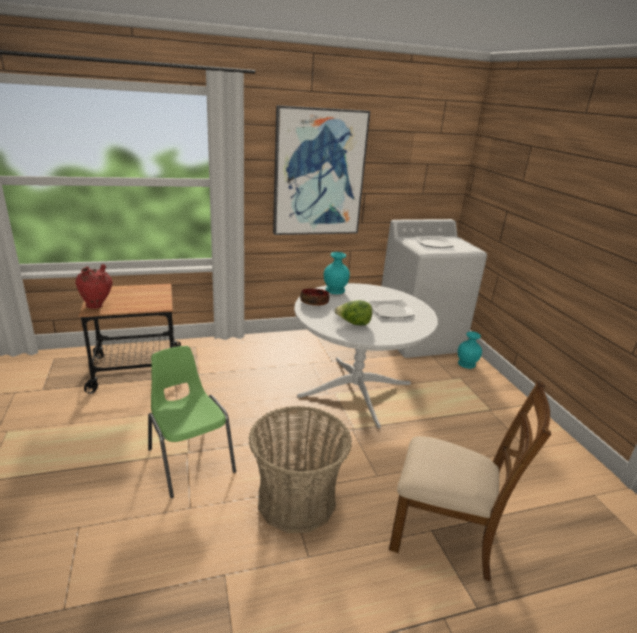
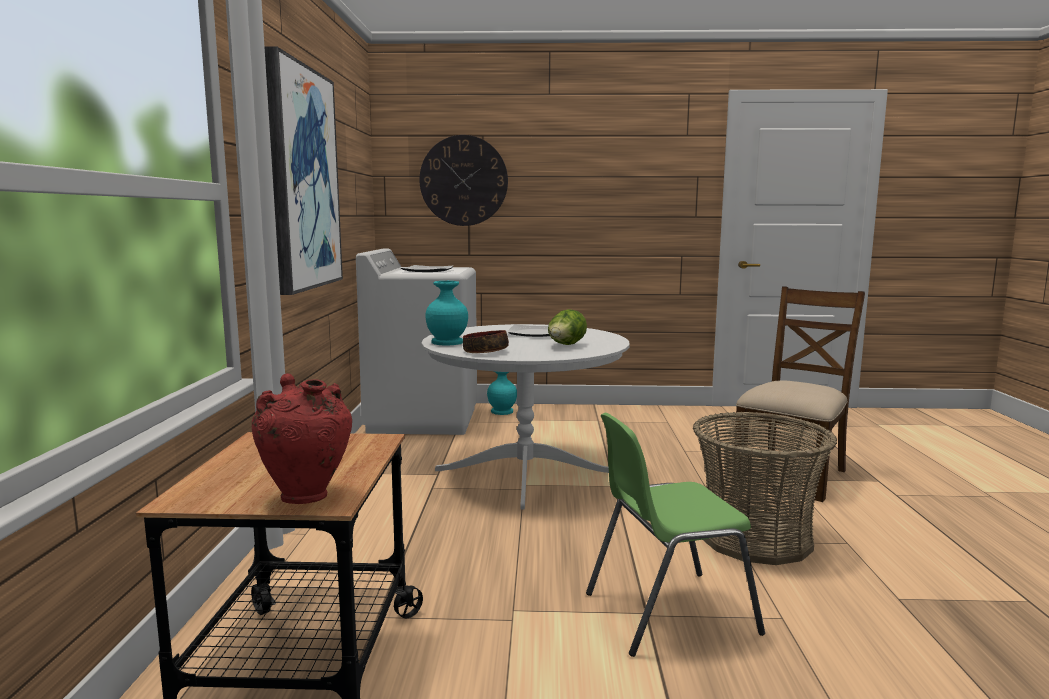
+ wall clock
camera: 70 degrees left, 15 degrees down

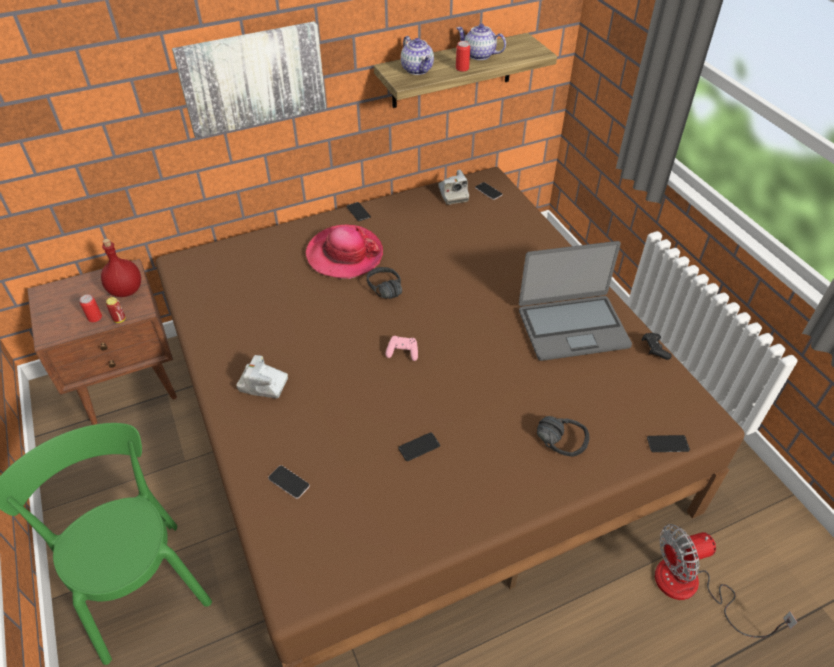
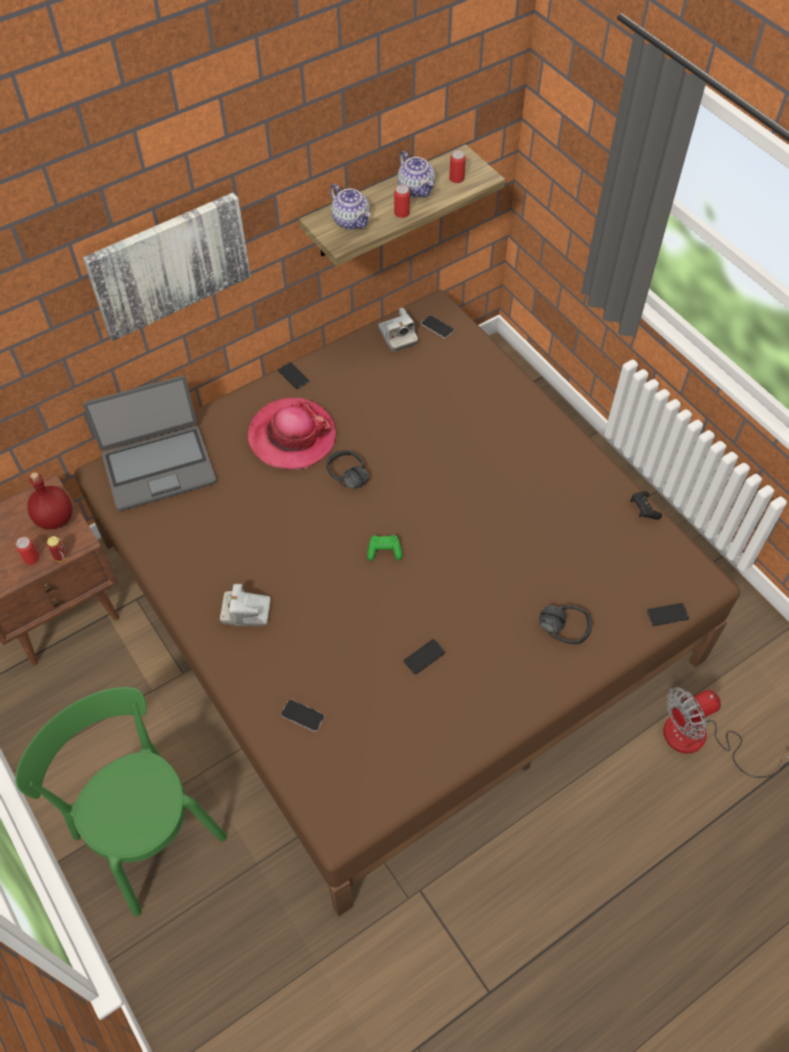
~ game controller (pink) to game controller (green)
~ teapot (no. 2 from left) 135 degrees counterclockwise
~ laptop
+ can (no. 4 from left)
camera: 10 degrees left, 10 degrees up

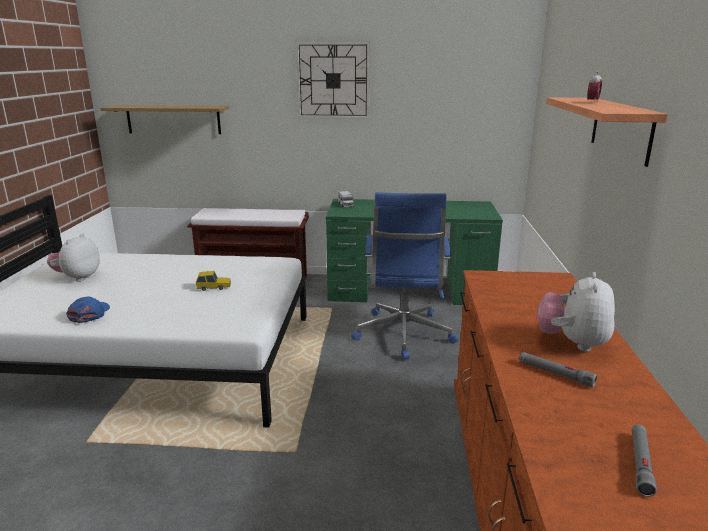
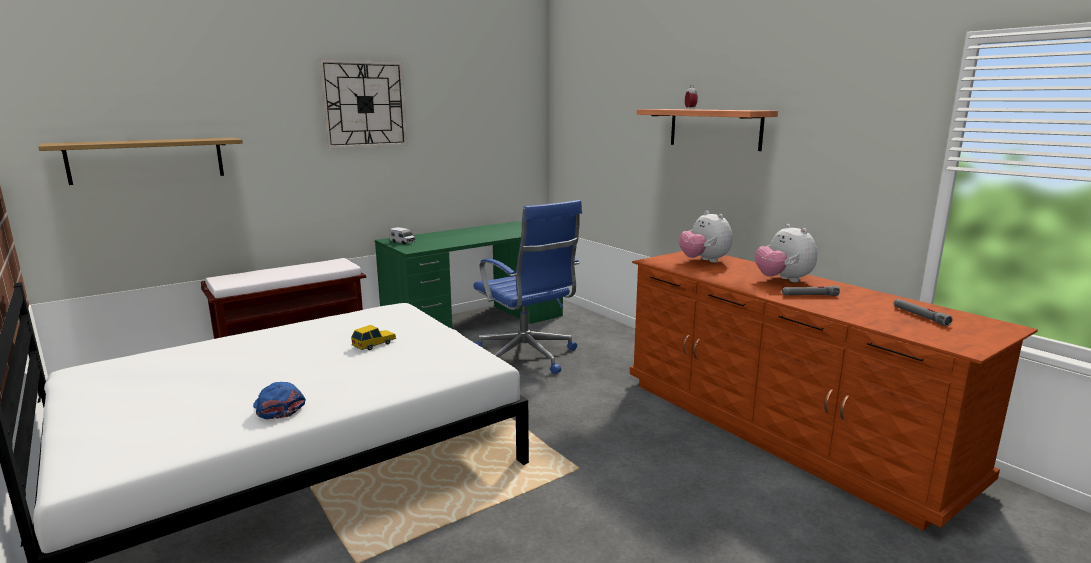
~ plush toy (no. 1 from left)
camera: 40 degrees left, 5 degrees down

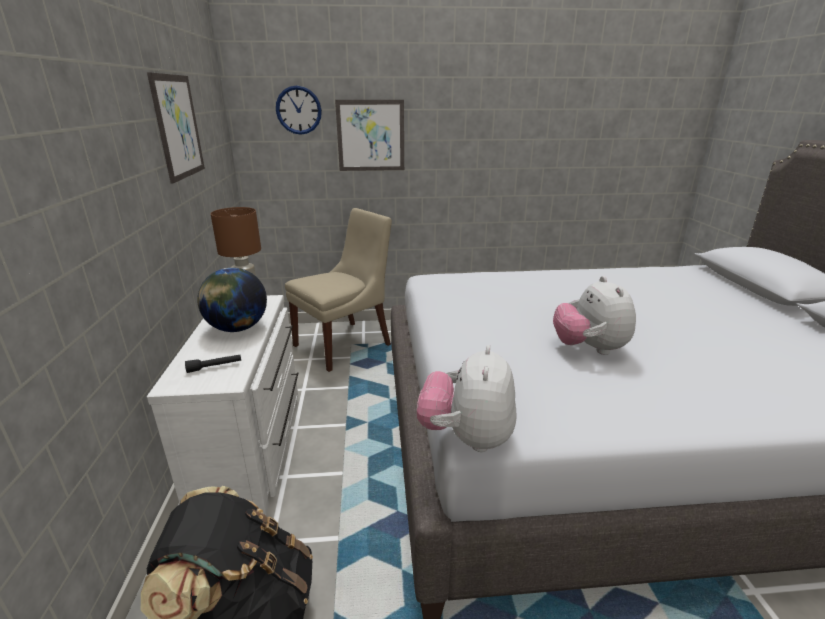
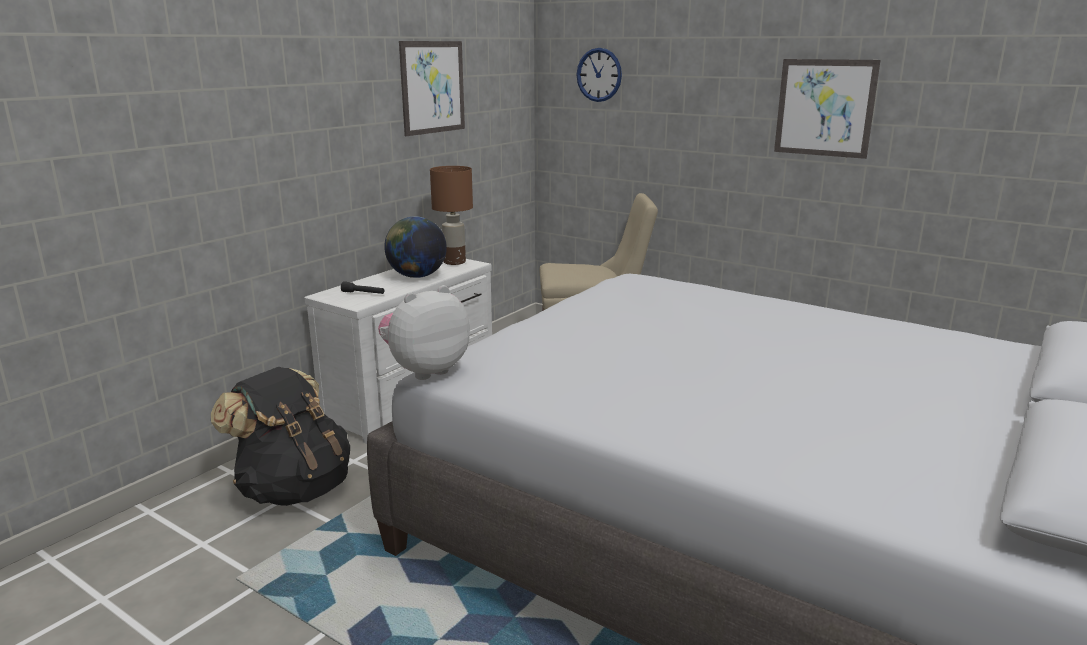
~ picture (no. 2 from left)
- plush toy (no. 2 from left)
camera: 40 degrees right, 5 degrees down

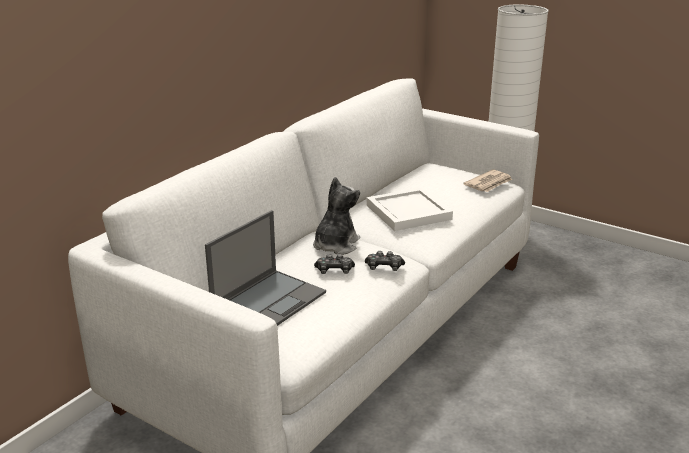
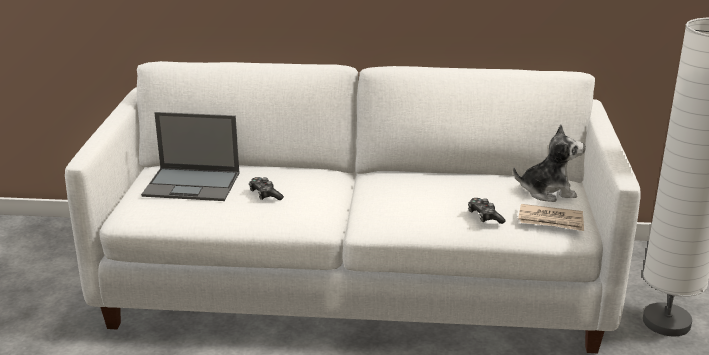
~ plush toy
~ game controller (no. 2 from left)
- tray (white)
camera: 60 degrees right, 0 degrees up

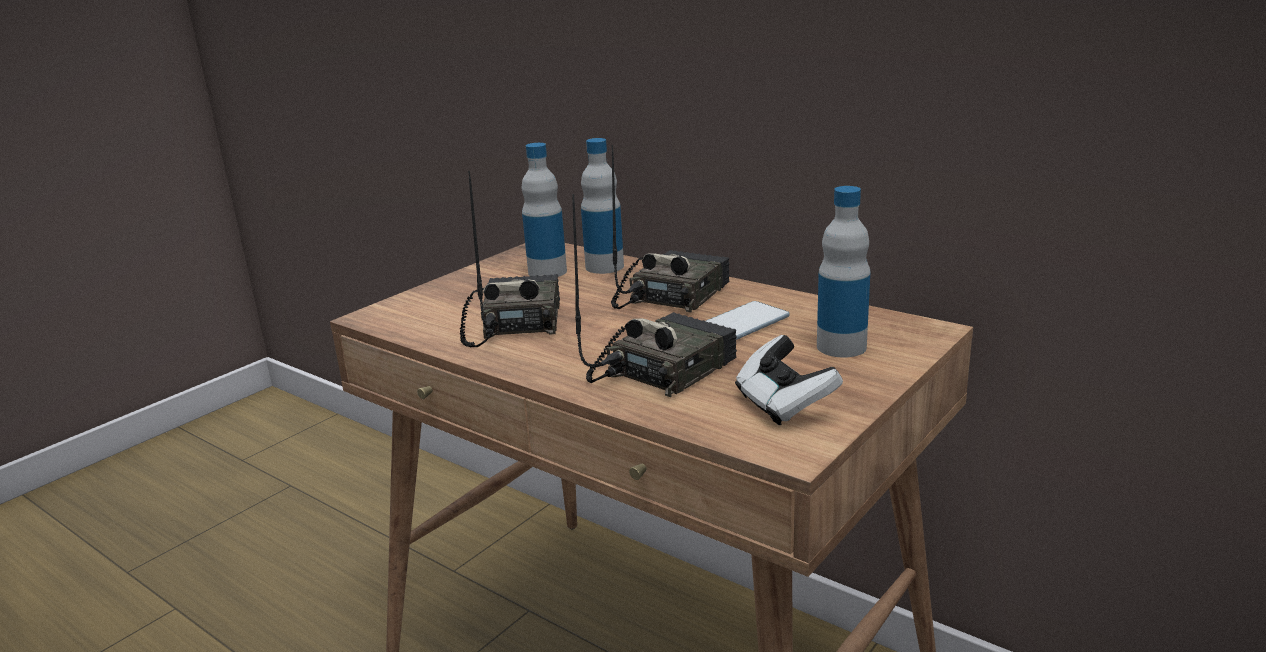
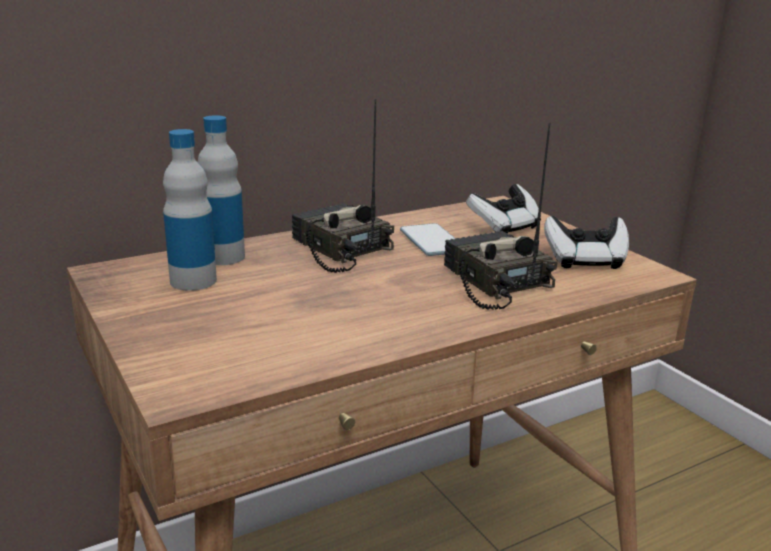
- radio (no. 1 from left)
~ bottle (no. 3 from left) to game controller (no. 1 from left)
camera: 70 degrees left, 0 degrees up

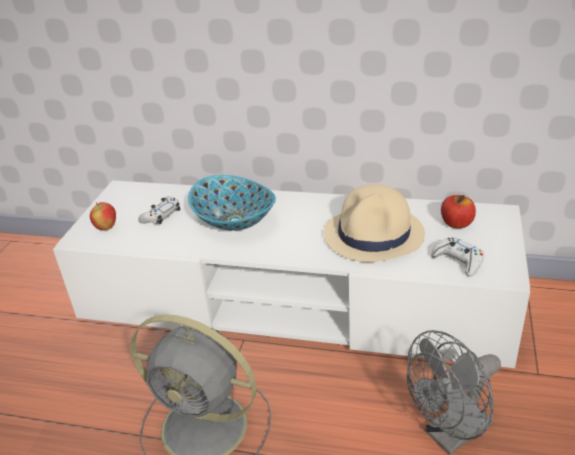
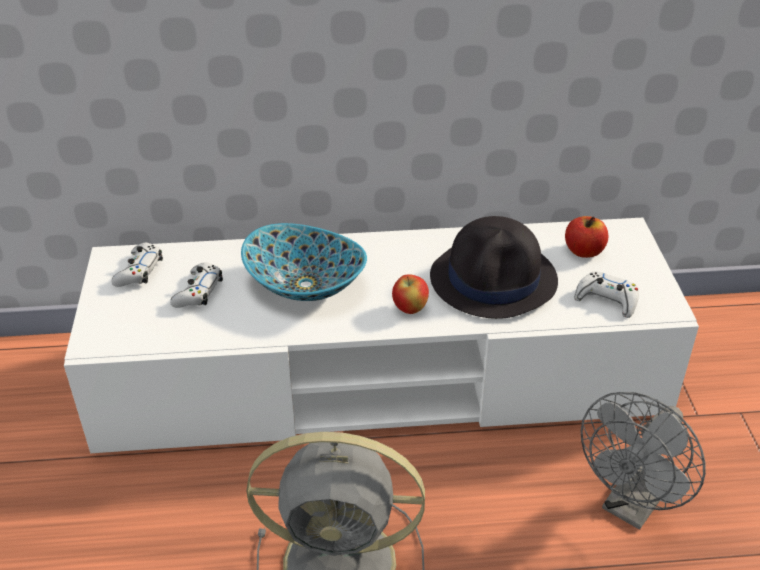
~ apple (no. 1 from left)
~ hat (beige) to hat (black)
+ game controller (white) (no. 1 from left)
camera: 20 degrees left, 5 degrees up

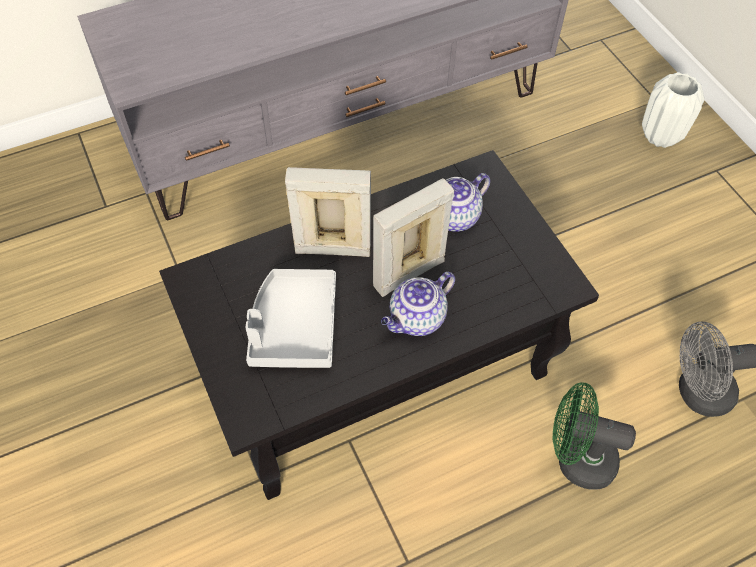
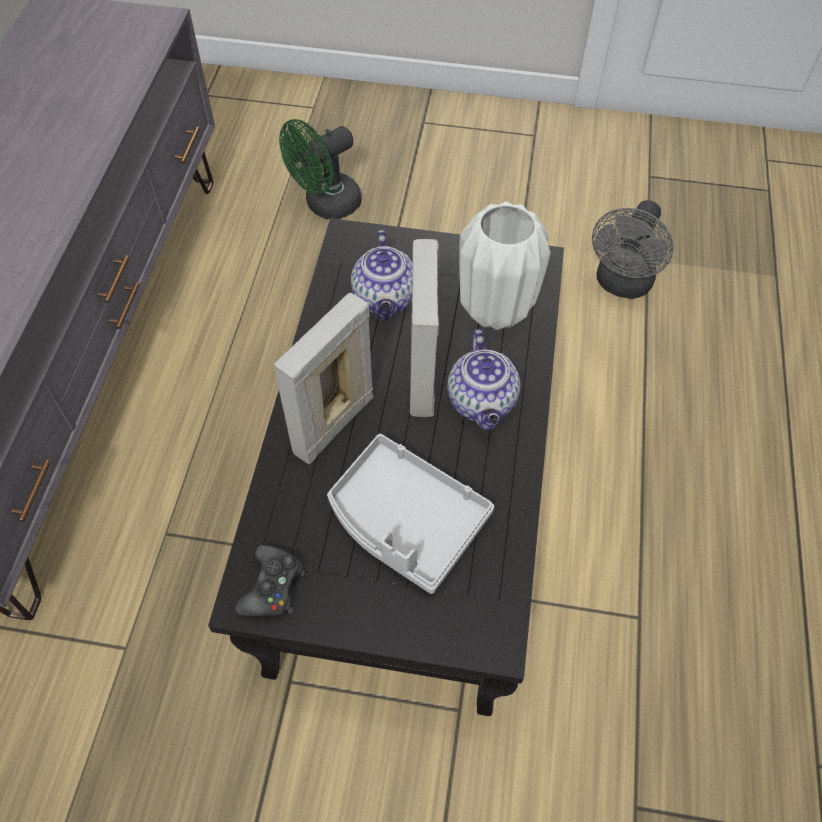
~ fan (green)
~ vase (white)
+ game controller (black)
camera: 55 degrees left, 0 degrees up

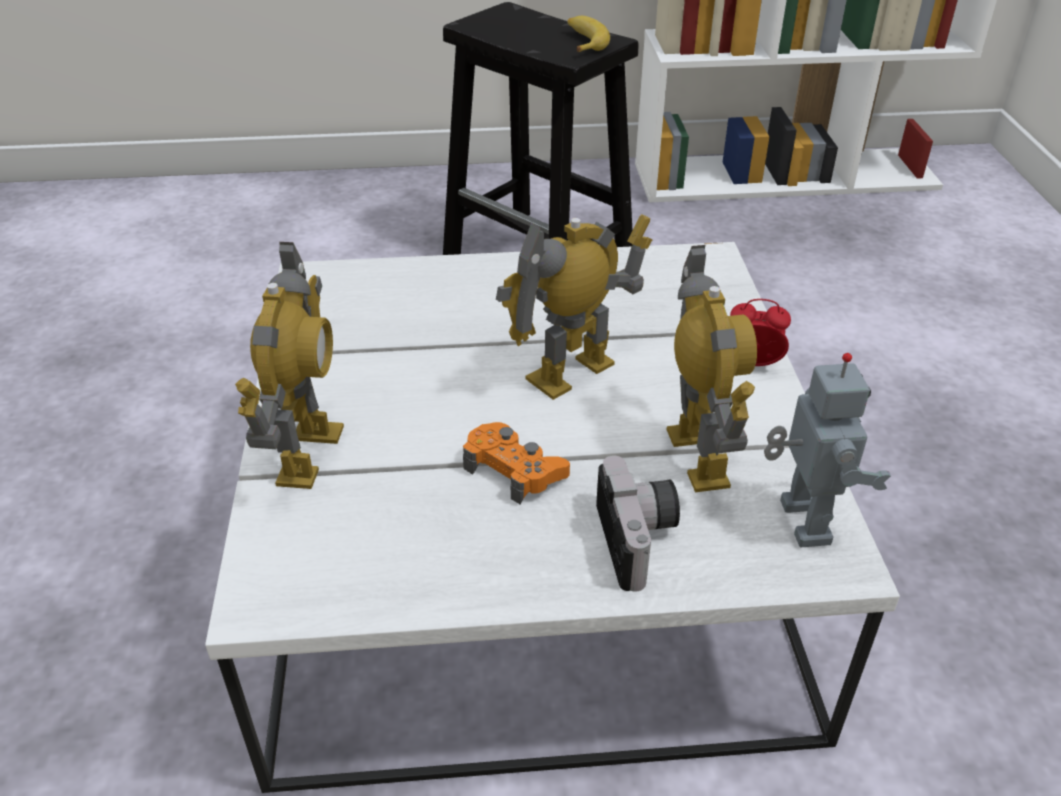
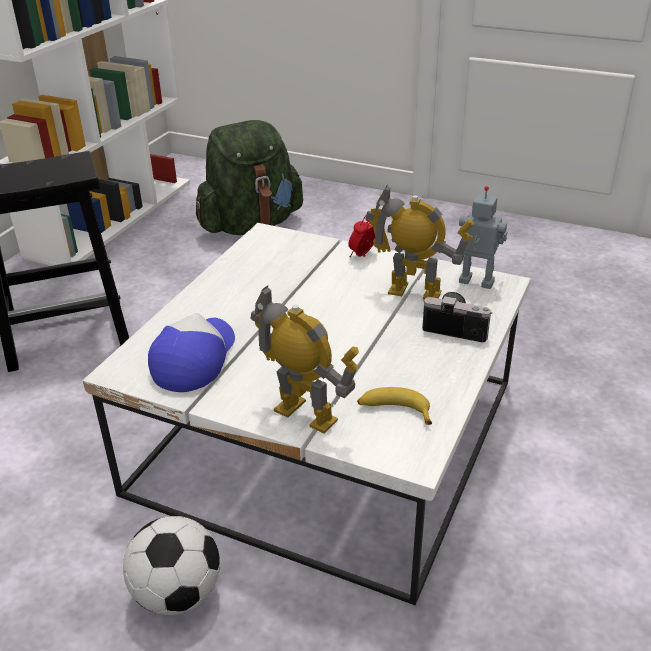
- game controller (orange)
- toy robot (no. 2 from left)
~ banana
+ football
+ cap
+ backpack (green)
camera: 60 degrees left, 5 degrees down

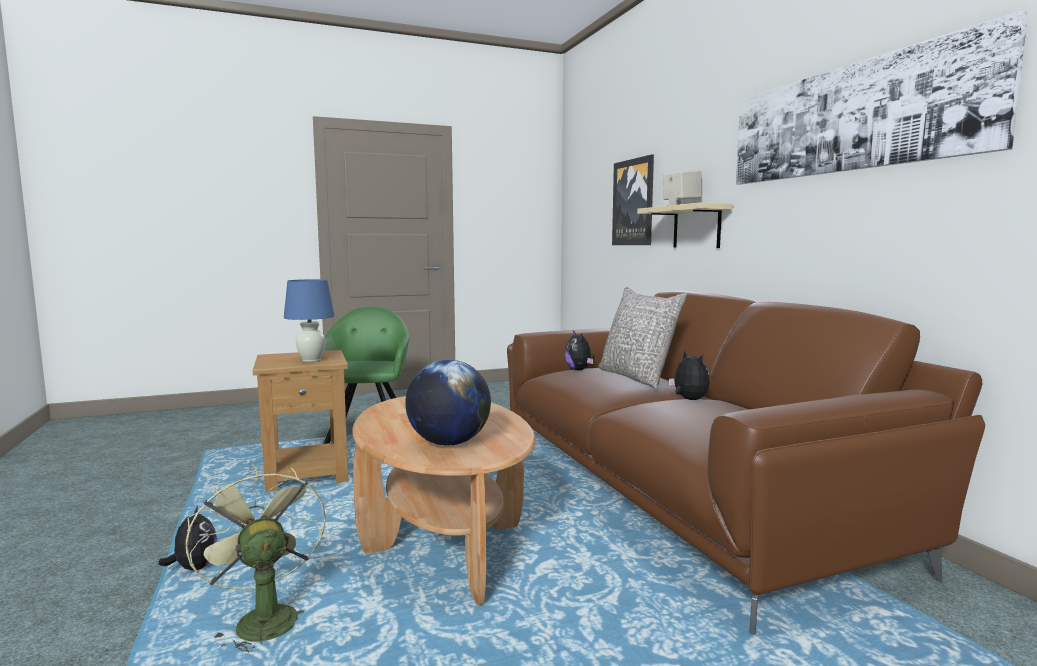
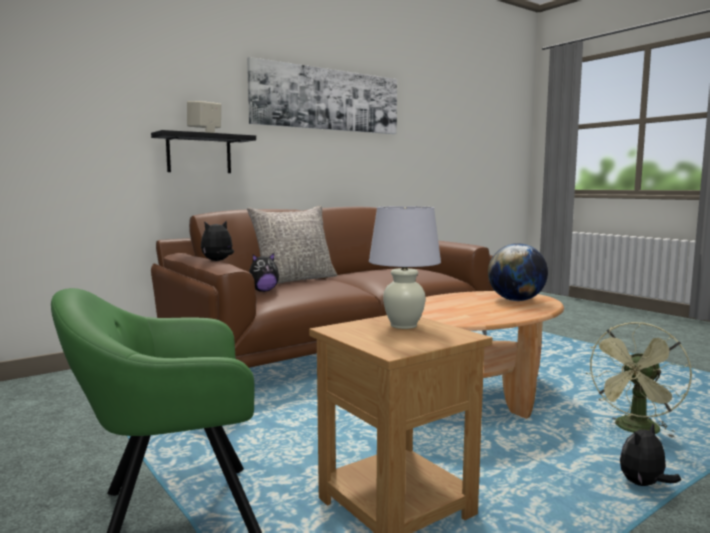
~ table lamp (blue) to table lamp (white)
- picture (no. 1 from left)
~ shelf (beige) to shelf (black)
~ plush toy (no. 3 from left in the first image) to plush toy (no. 1 from left)
camera: 105 degrees left, 0 degrees up

